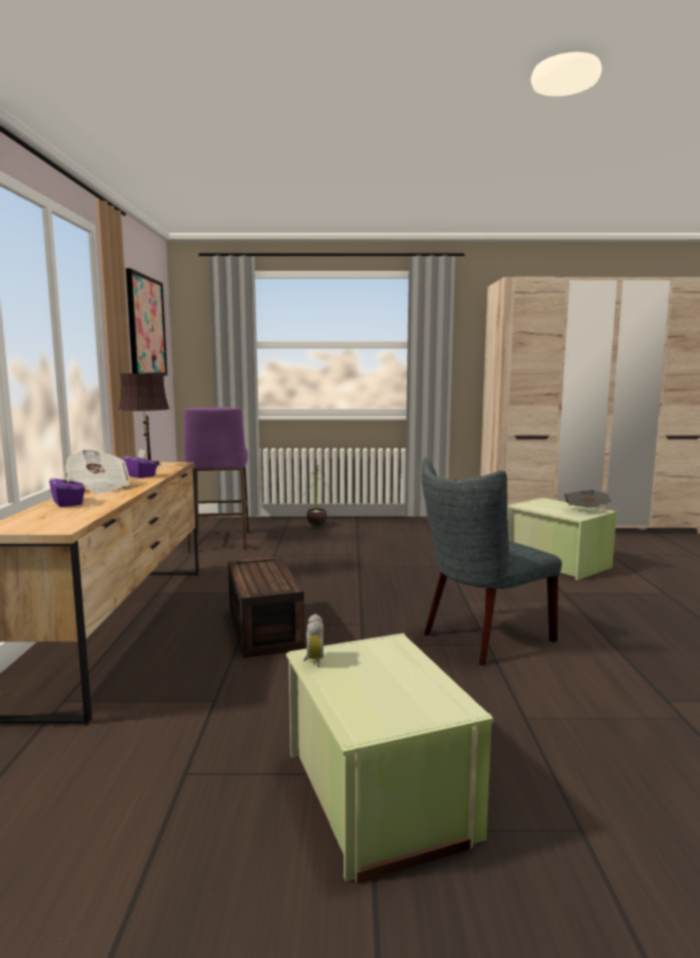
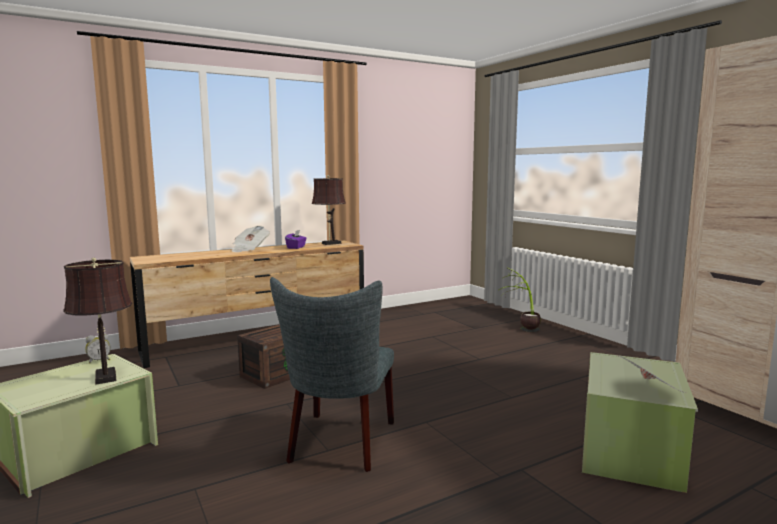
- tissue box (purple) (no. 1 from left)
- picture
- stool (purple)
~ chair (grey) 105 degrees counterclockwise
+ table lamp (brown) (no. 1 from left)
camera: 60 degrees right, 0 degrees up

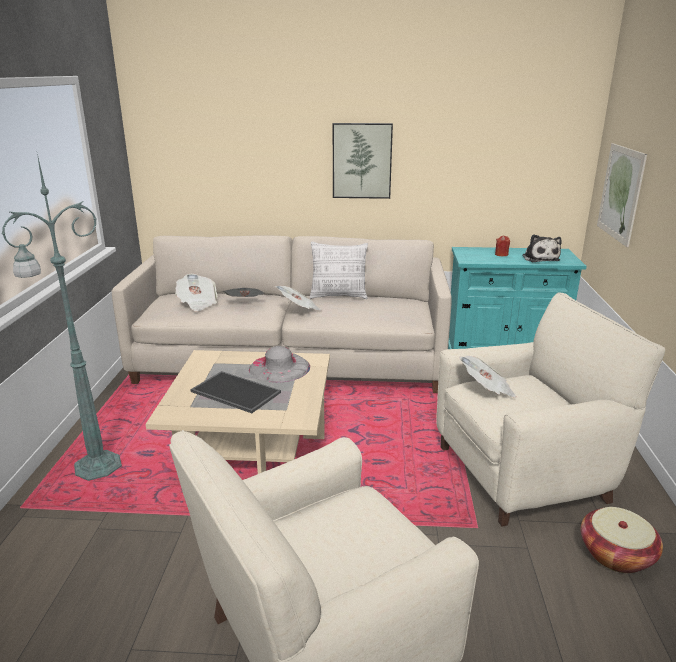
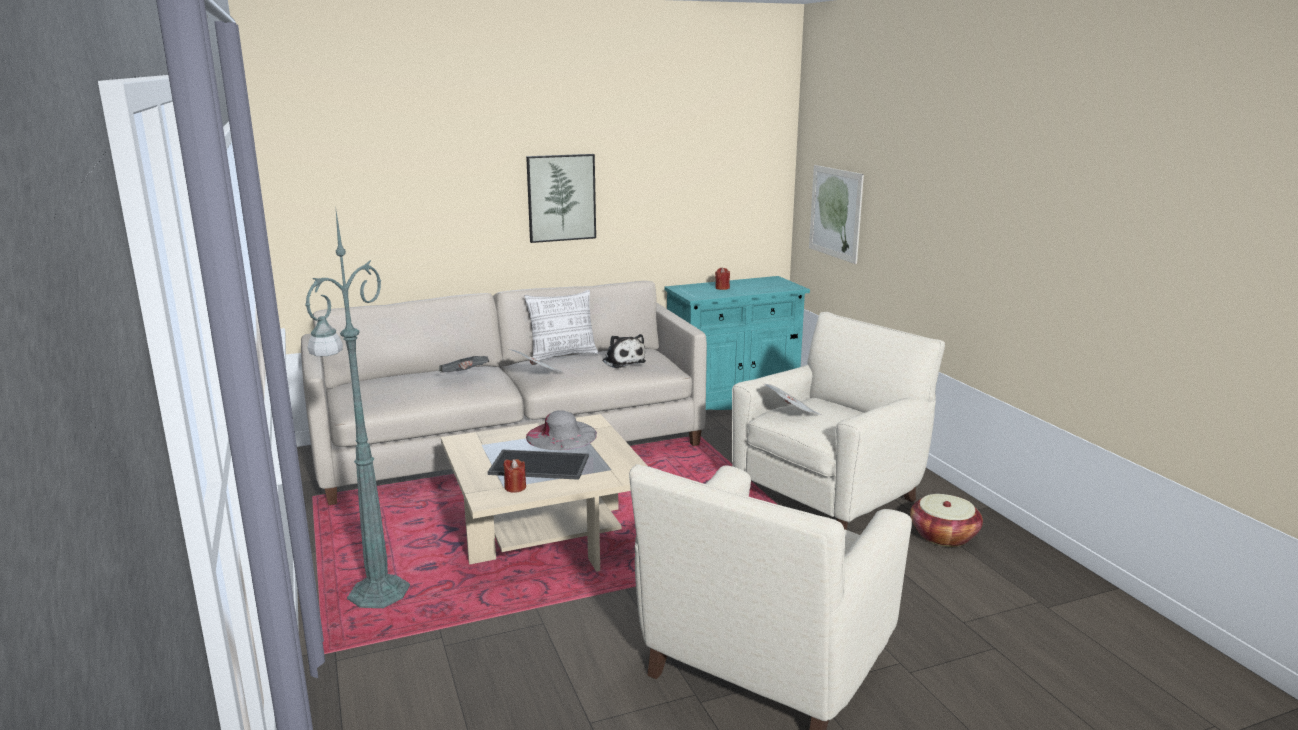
- newspaper (no. 1 from left)
~ plush toy
+ candle (red) (no. 1 from left)
camera: 25 degrees left, 5 degrees down

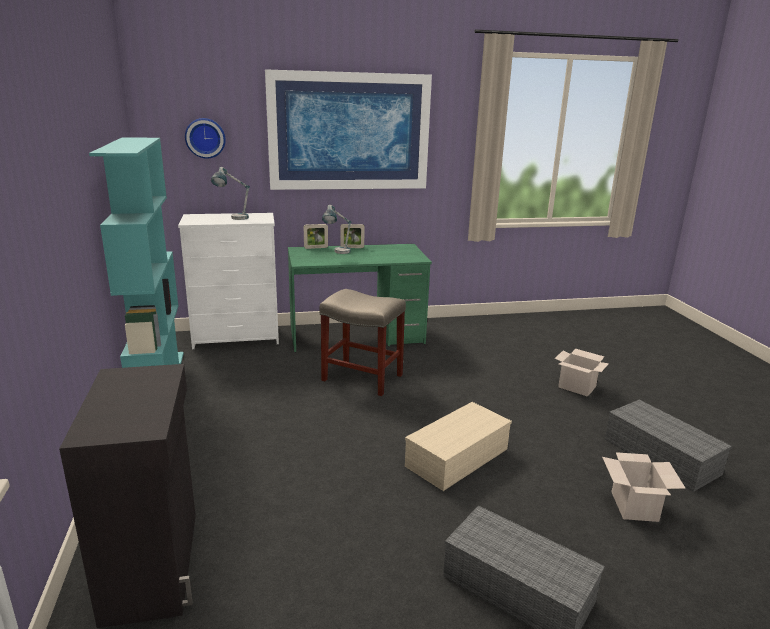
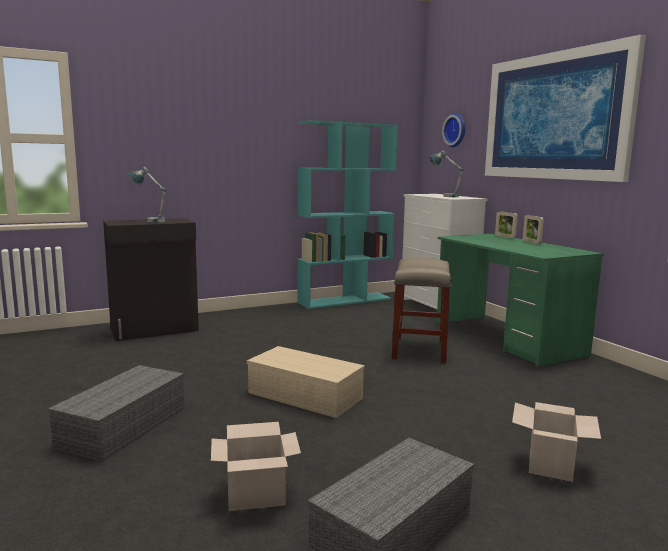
~ table lamp (no. 2 from left in the first image) to table lamp (no. 1 from left)
camera: 75 degrees right, 10 degrees down

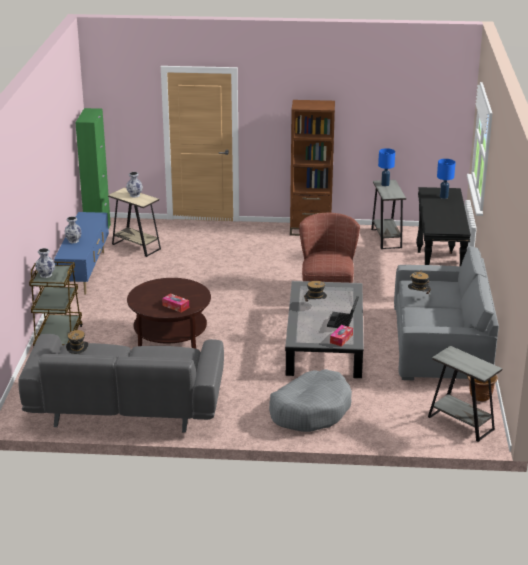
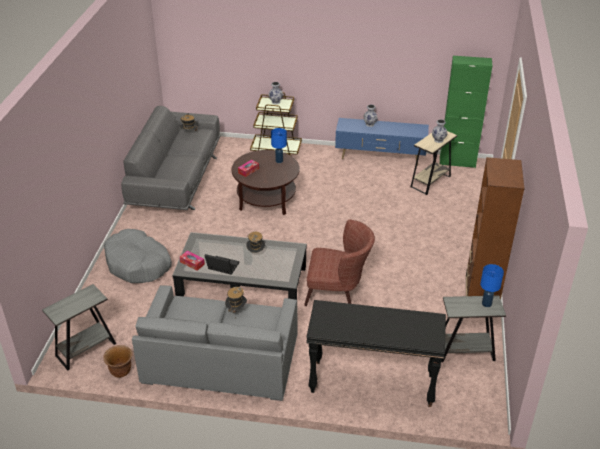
~ table lamp (blue) (no. 2 from left in the first image) to table lamp (blue) (no. 1 from left)
camera: 95 degrees right, 10 degrees up

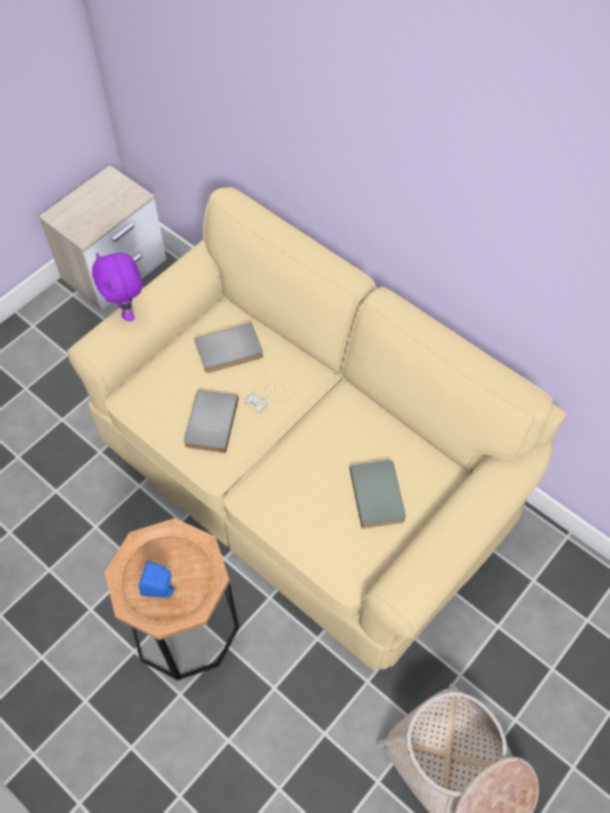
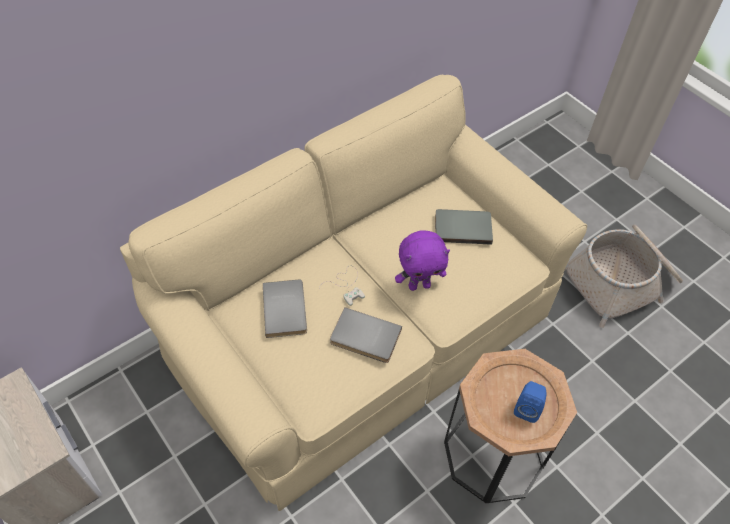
~ plush toy (purple)
camera: 80 degrees left, 5 degrees down

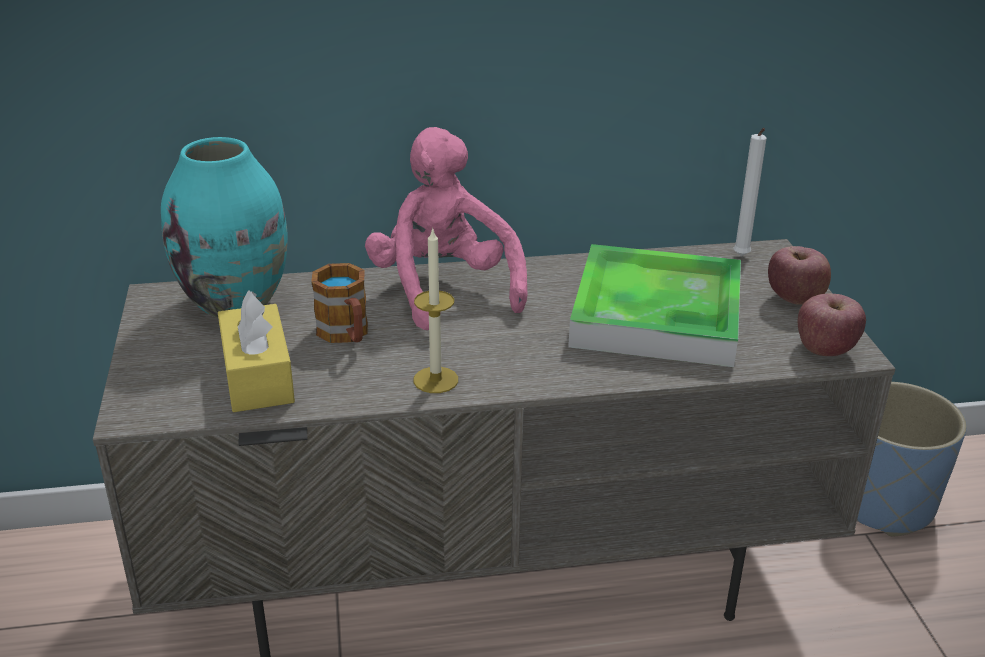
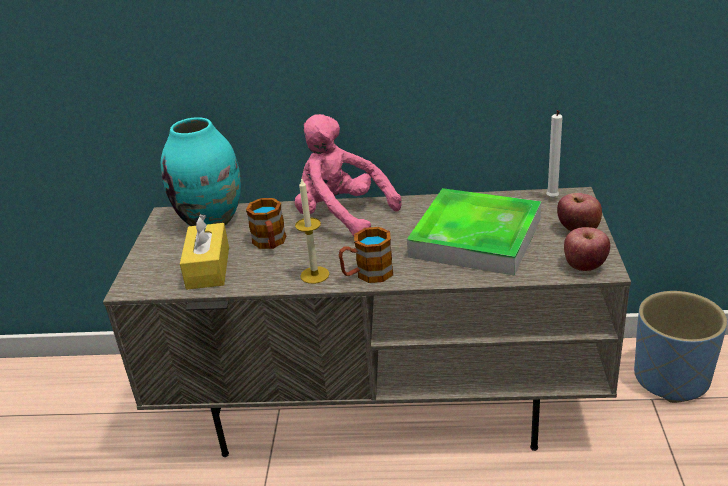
~ plush toy (pink) 45 degrees counterclockwise
+ mug (no. 2 from left)
camera: 15 degrees right, 0 degrees up

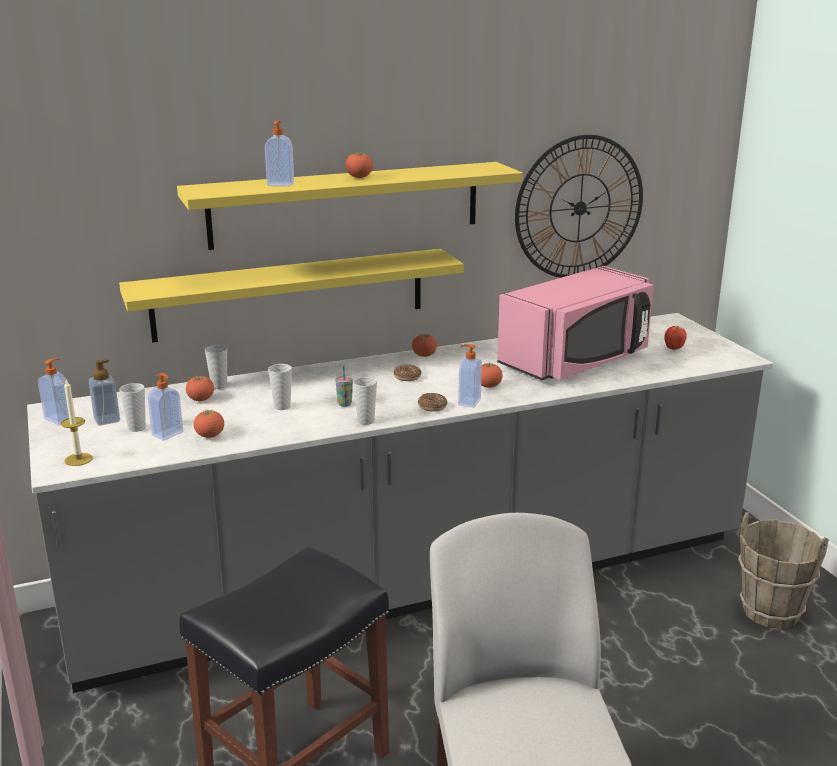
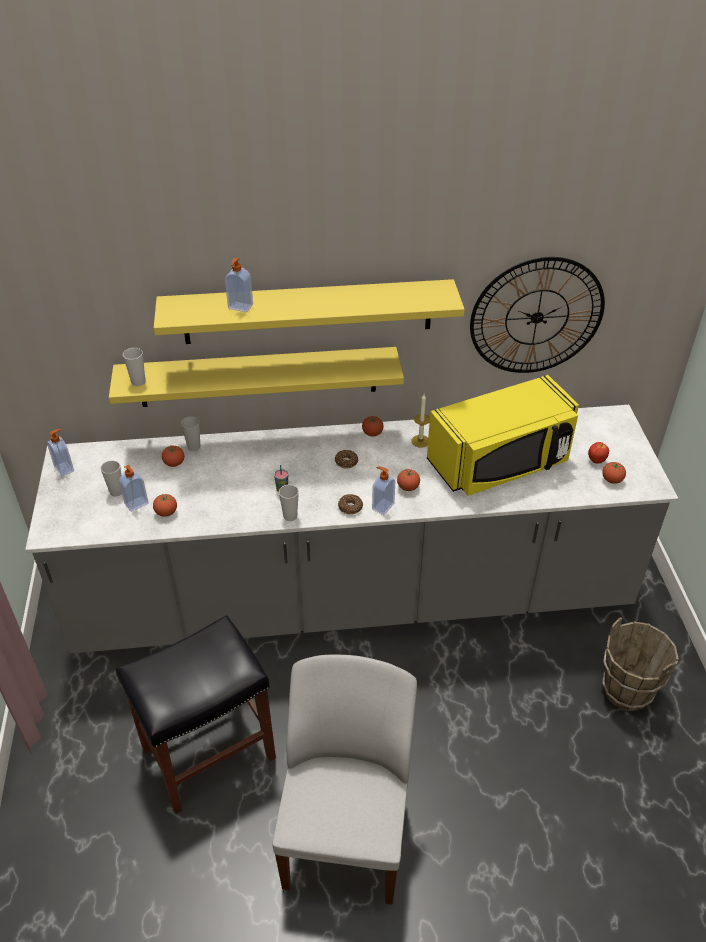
~ candle
- soap dispenser (no. 2 from left)
~ cup (no. 3 from left in the first image) to cup (no. 2 from left)
~ tomato (no. 3 from left in the first image) to tomato (no. 5 from left)
~ microwave (pink) to microwave (yellow)
camera: 15 degrees right, 20 degrees up

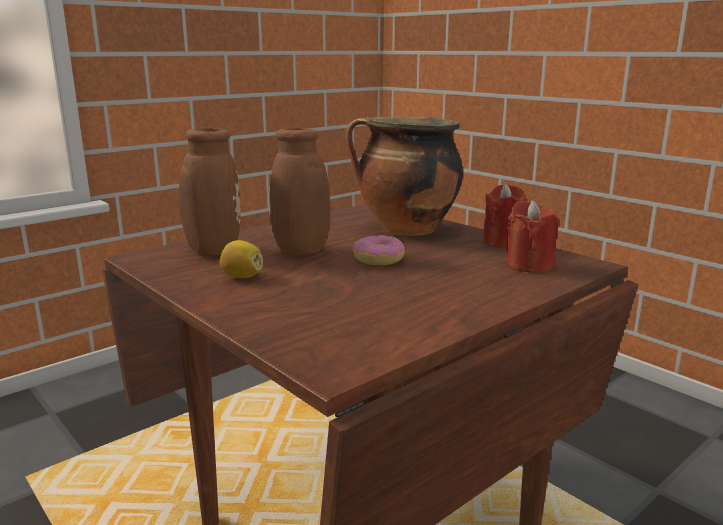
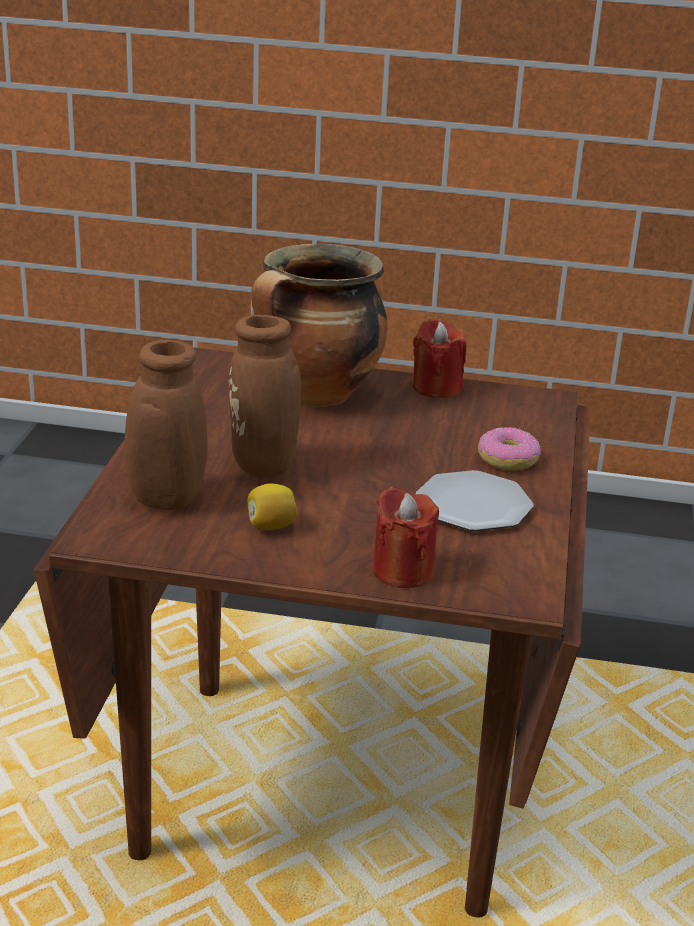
~ donut
~ candle (red) (no. 2 from left in the first image) to candle (red) (no. 1 from left)
+ plate
camera: 40 degrees left, 10 degrees up

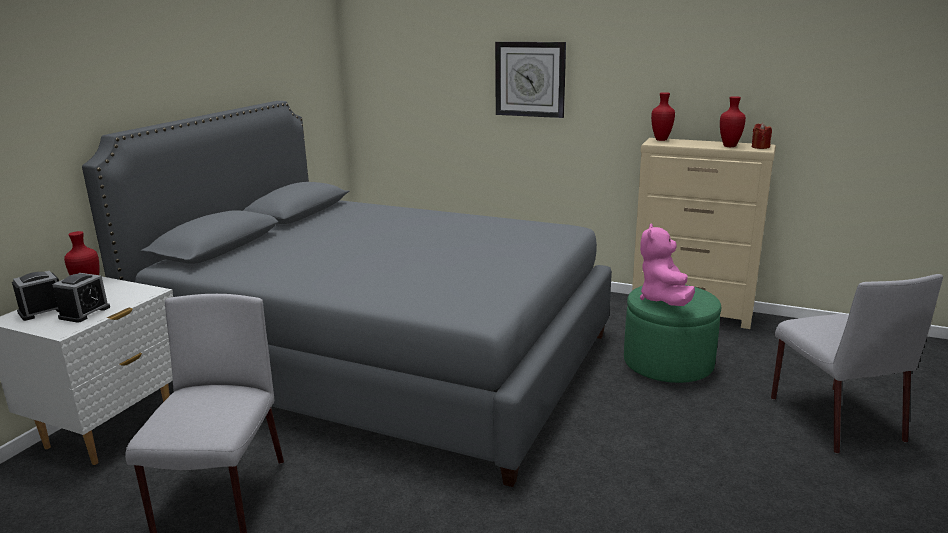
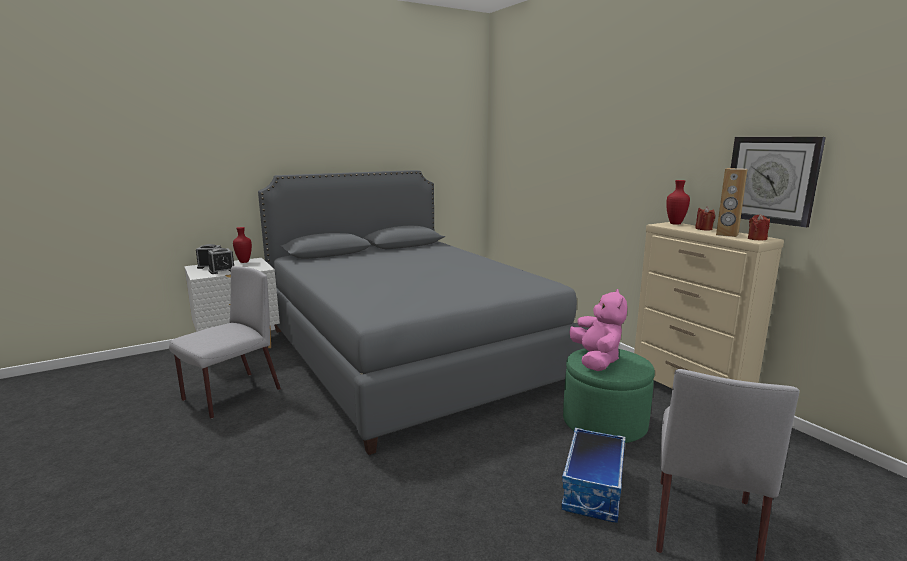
~ wall clock
~ plush toy (pink) 135 degrees clockwise
~ vase (red) (no. 3 from left) to speaker (brown)
+ storage box
+ candle (red) (no. 1 from left)
camera: 35 degrees right, 5 degrees down

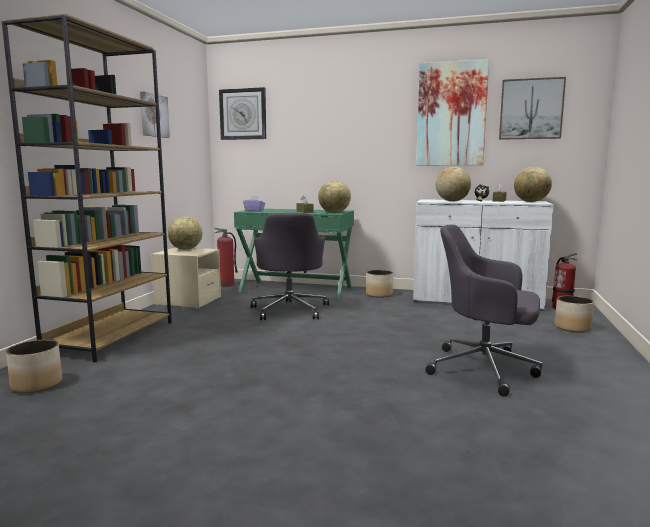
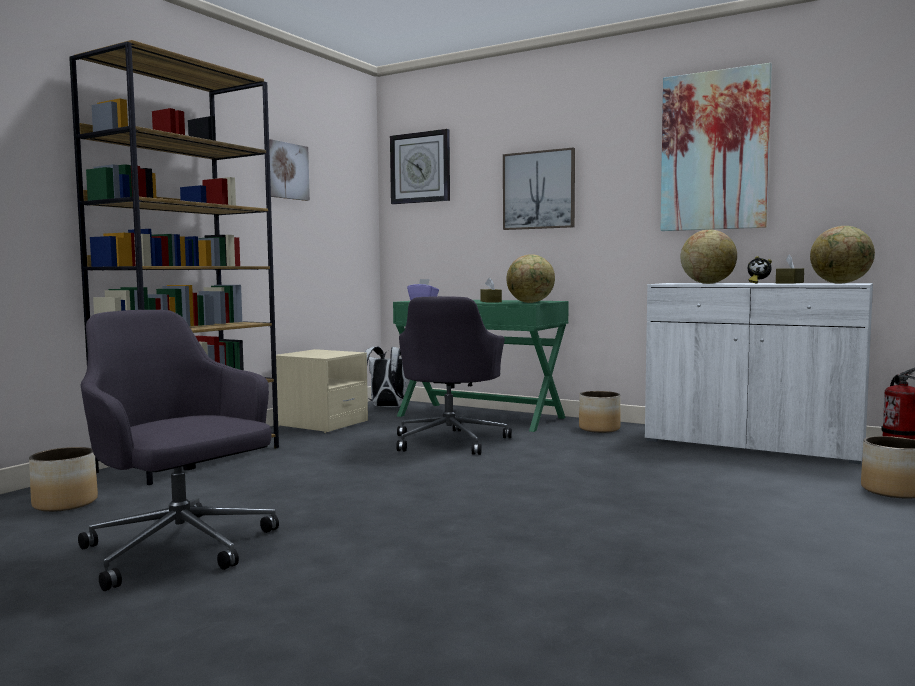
- globe (no. 1 from left)
~ fire extinguisher (no. 1 from left) to backpack (white)
~ office chair (grey) (no. 2 from left in the first image) to office chair (grey) (no. 1 from left)
~ picture (no. 3 from left in the first image) to picture (no. 2 from left)
camera: 15 degrees right, 5 degrees down

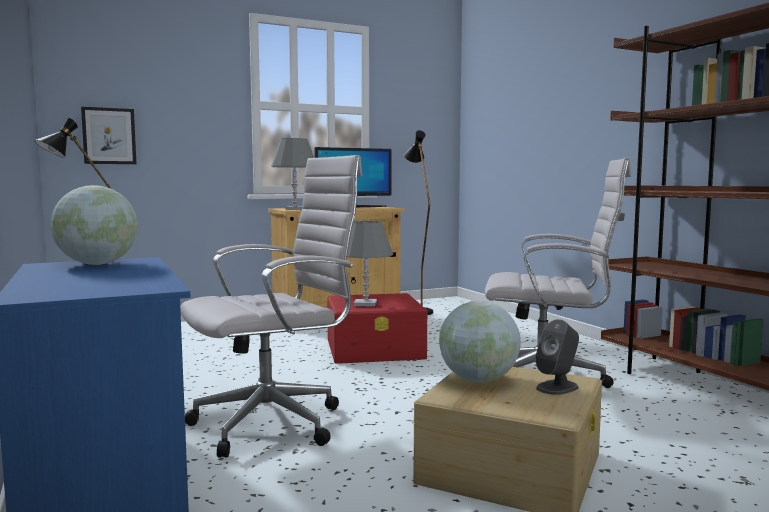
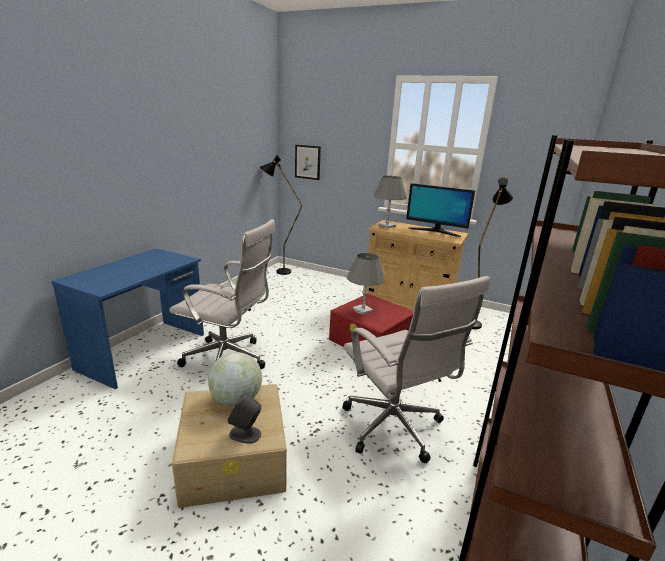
- globe (no. 1 from left)
camera: 50 degrees right, 15 degrees up

